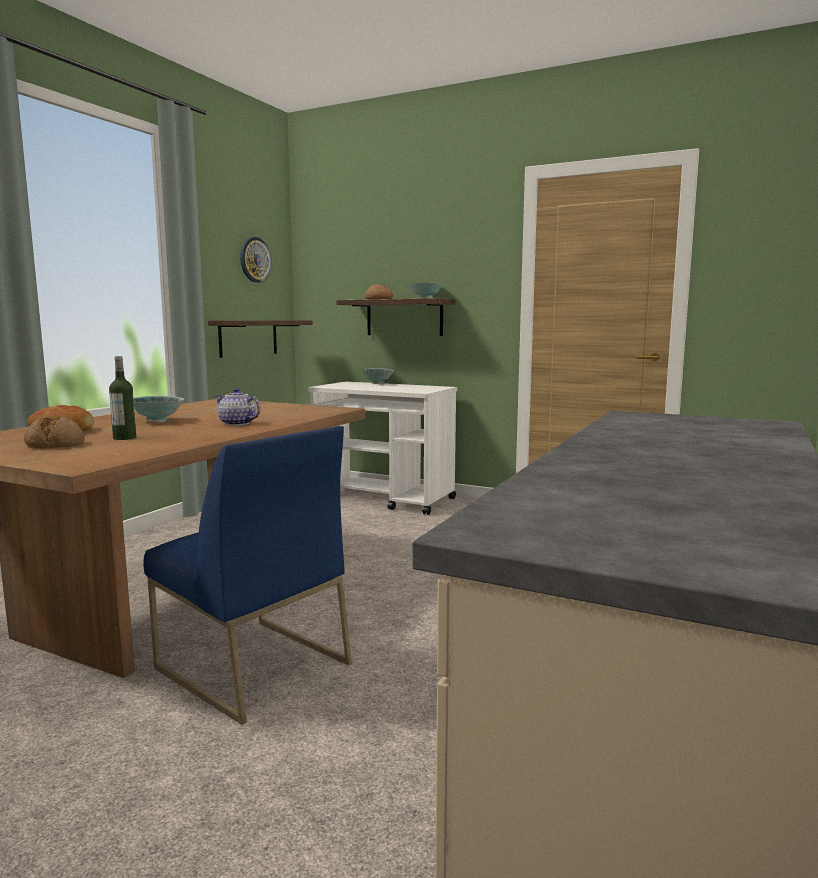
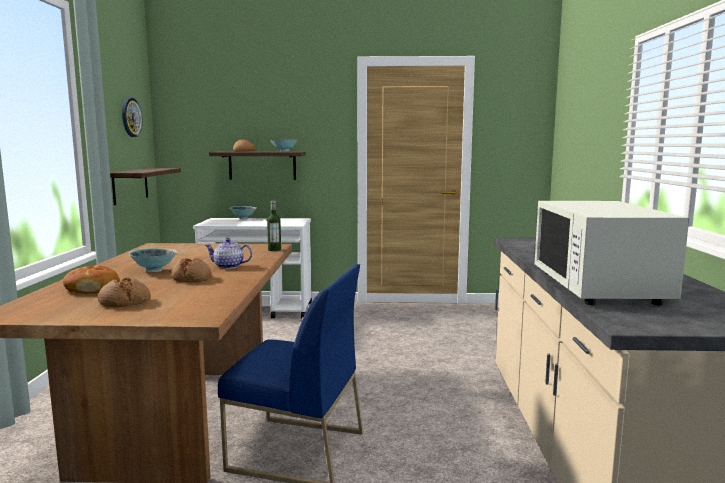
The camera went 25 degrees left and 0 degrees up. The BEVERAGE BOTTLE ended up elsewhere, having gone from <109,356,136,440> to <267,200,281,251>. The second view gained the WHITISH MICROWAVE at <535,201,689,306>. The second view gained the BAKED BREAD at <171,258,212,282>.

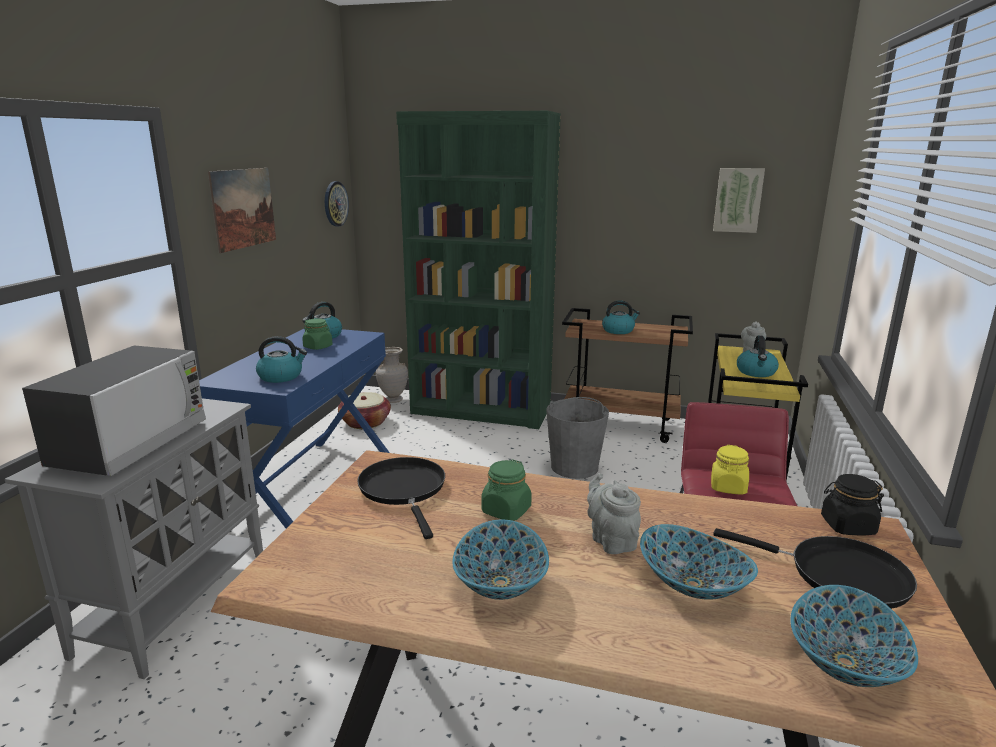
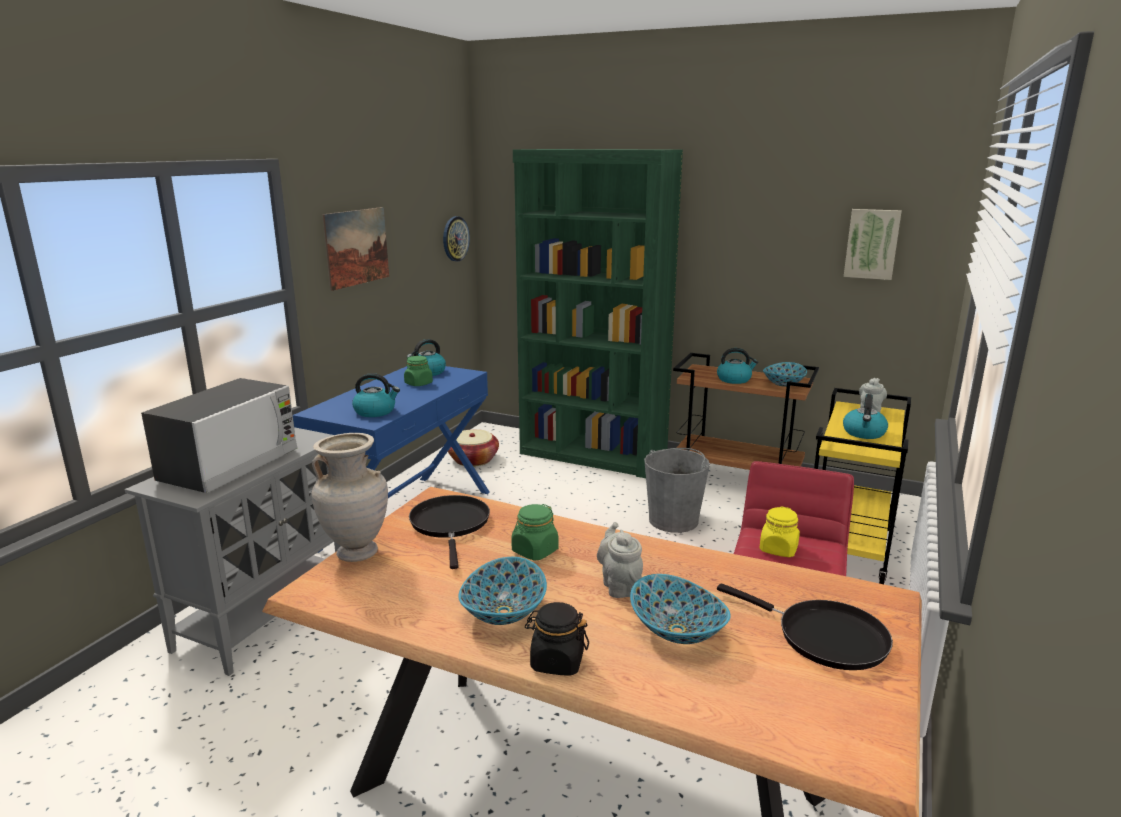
The camera went 10 degrees right and 0 degrees up. The BEIGE DECORATIVE VASE ended up elsewhere, having gone from <376,347,408,403> to <312,433,388,562>. The BLACK-COLOURED JAR ended up elsewhere, having gone from <821,474,884,535> to <525,602,589,676>. The DEEP DISH ended up elsewhere, having gone from <790,585,918,687> to <763,362,807,386>.

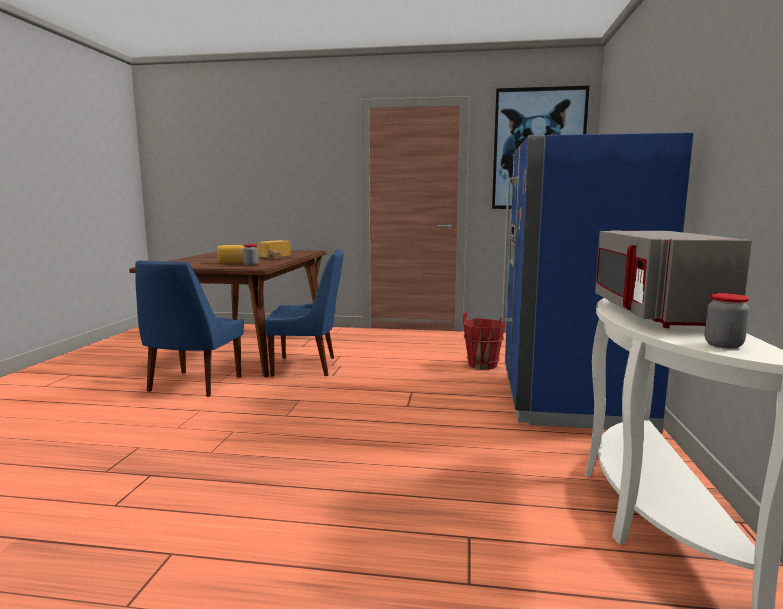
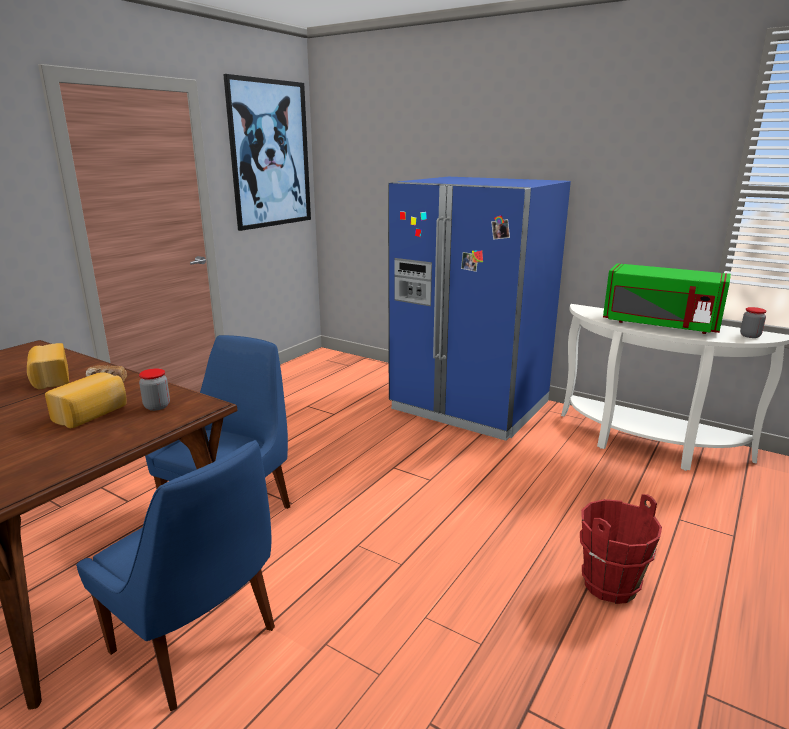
The camera went 65 degrees left and 10 degrees up. What was the GREY MICROWAVE at <595,231,752,328> turned into the GREENISH MICROWAVE at <603,263,731,334>. The RED-COLOURED WATER BUCKET ended up elsewhere, having gone from <463,311,505,370> to <580,494,662,604>.

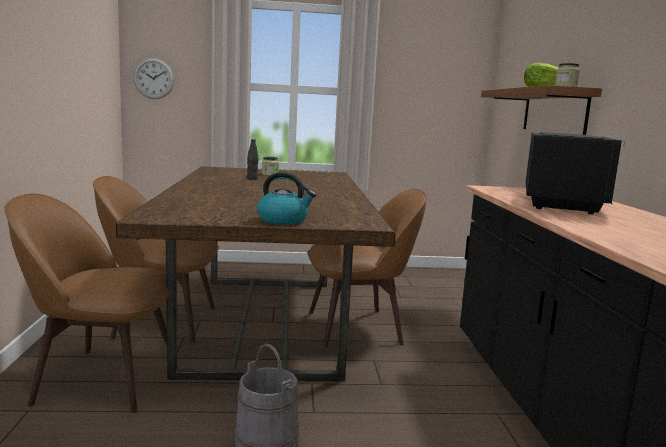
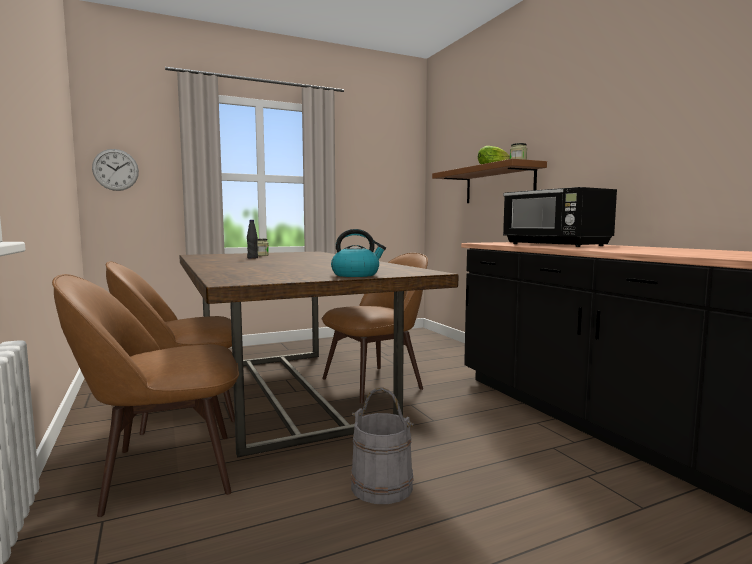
The camera went 20 degrees left and 5 degrees down. The BLACK-COLOURED MICROWAVE at <525,132,625,214> ended up facing another way, 150 degrees clockwise from before.

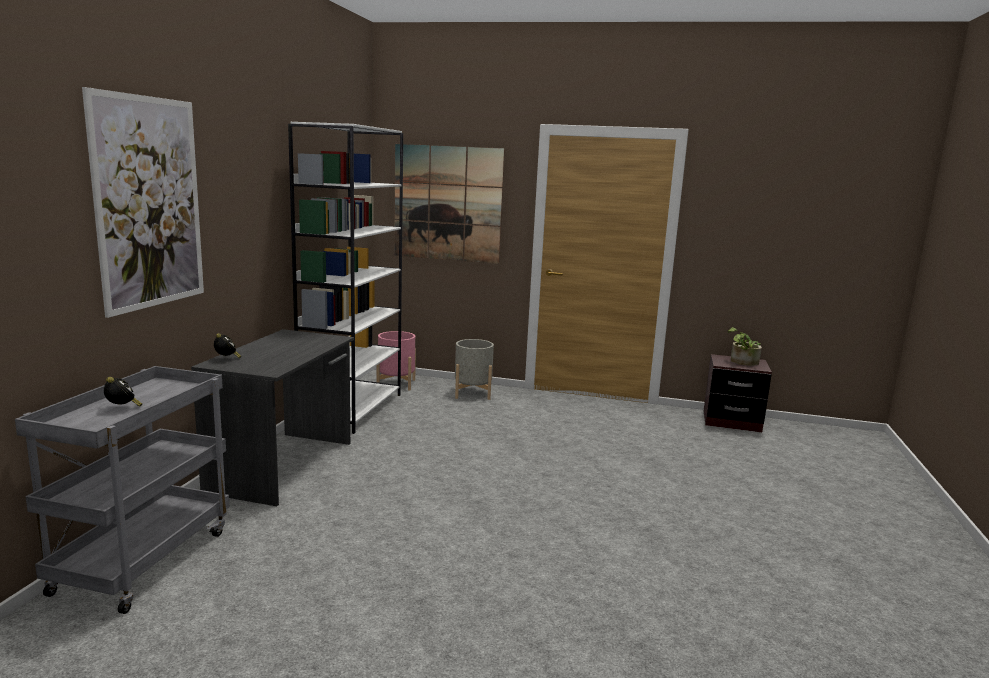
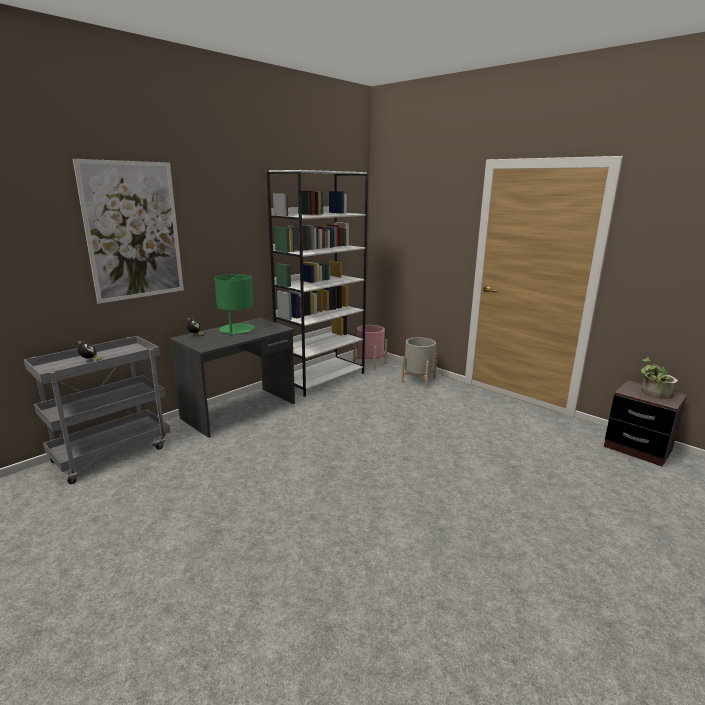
The camera went 30 degrees right and 5 degrees up. The second view lost the WALL ART at <394,144,505,264>. The second view gained the GREENISH LAMP FOR A TABLE at <214,274,255,335>.

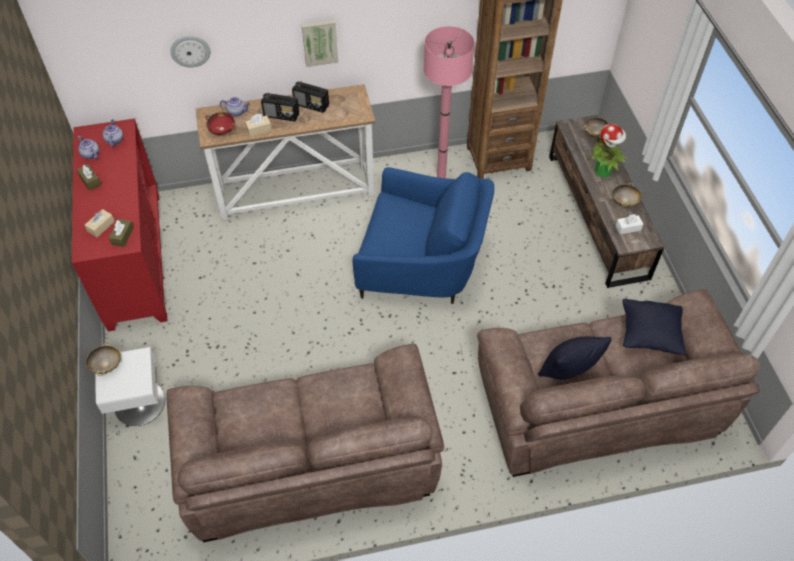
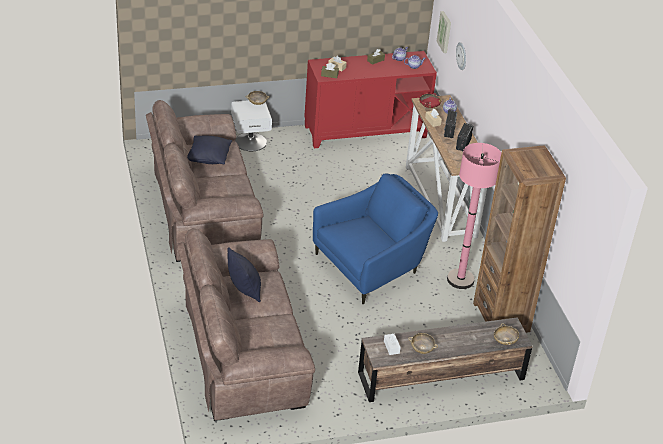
The camera went 85 degrees right and 15 degrees down. The WALL ART ended up elsewhere, having gone from <302,20,338,67> to <437,11,451,53>. The second view lost the PLANT IN A POT at <590,124,627,177>. The BLUISH LOUNGE CHAIR at <352,167,494,304> ended up facing another way, 135 degrees counterclockwise from before. The BLACK-COLOURED PILLOW ended up elsewhere, having gone from <622,299,686,355> to <187,136,232,164>.

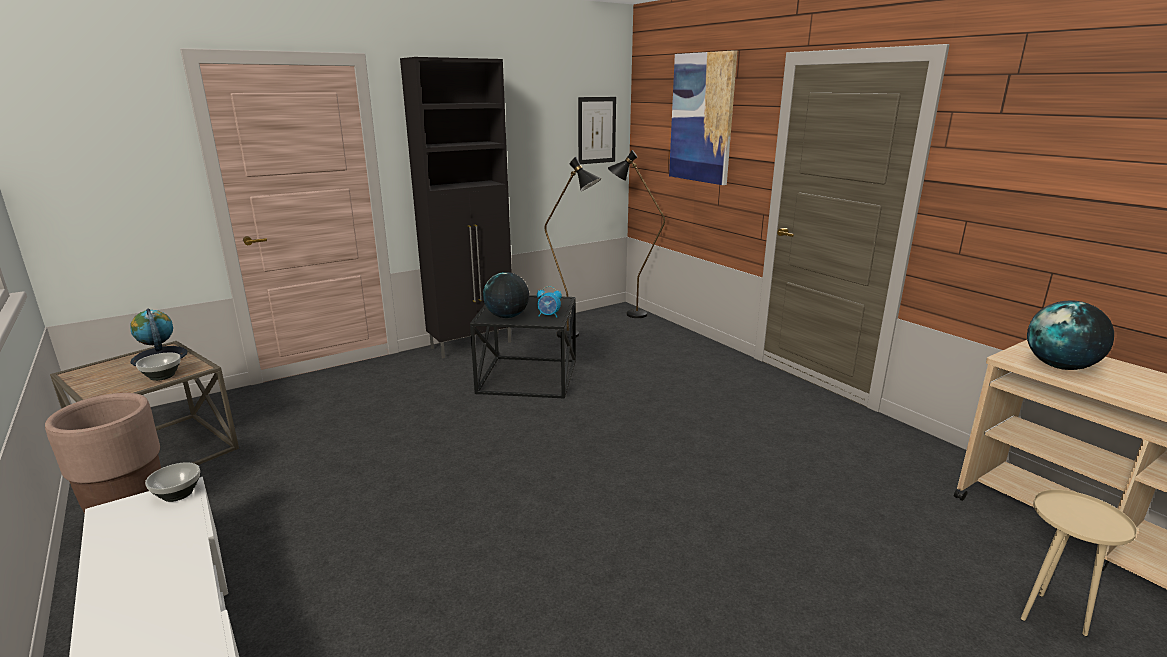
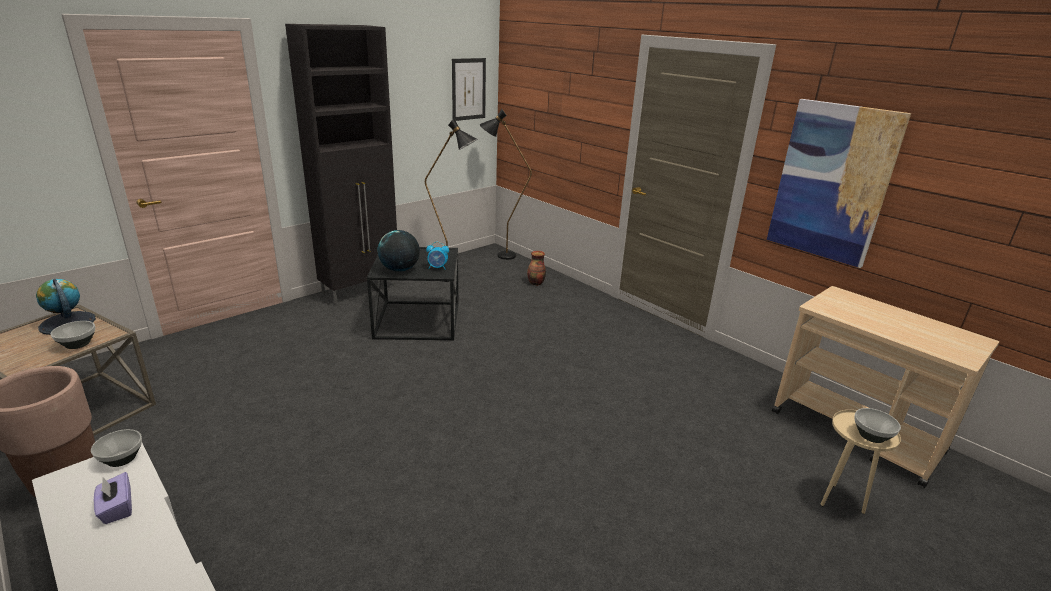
The camera went 10 degrees left and 5 degrees up. The WALL ART ended up elsewhere, having gone from <669,50,737,185> to <767,99,911,268>. The second view lost the GLOBE at <1027,300,1114,370>. The second view gained the DECORATIVE VASE at <527,251,546,286>. The second view gained the DEEP DISH at <854,408,901,443>. The second view gained the PURPLE-COLOURED TISSUE HOLDER at <94,472,132,524>.

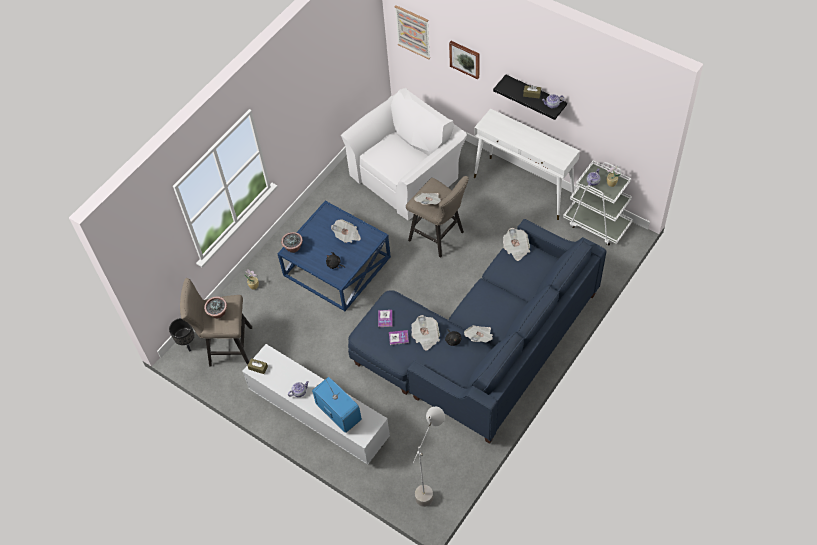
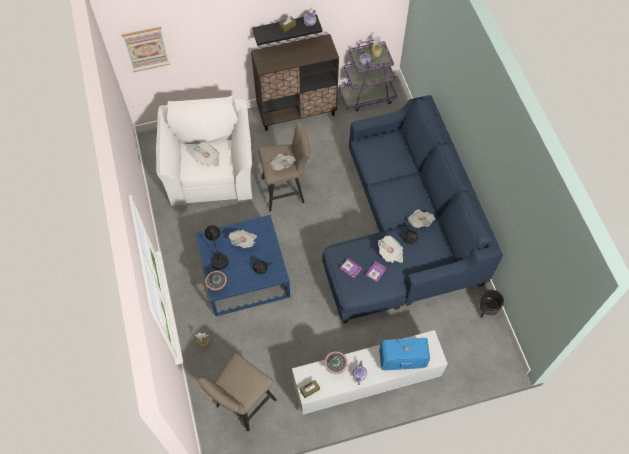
The camera went 55 degrees left and 5 degrees up. The second view lost the WALL ART at <449,41,480,79>. Where the WHITISH NARROW TABLE stood at <474,108,580,220>, the BROWN-COLOURED CABINET came to stand at <251,34,339,131>. What was the WHITISH CART at <563,161,633,245> turned into the PURPLE-COLOURED CART at <339,40,397,111>. The DAILY PAPER ended up elsewhere, having gone from <503,228,530,261> to <194,142,220,167>. The PLANT IN A POT ended up elsewhere, having gone from <204,297,227,318> to <324,351,348,374>. The BLACK-COLOURED FLOWER POT ended up elsewhere, having gone from <169,318,194,352> to <479,290,504,318>. The second view lost the GREY STANDING LAMP at <413,407,445,507>. The second view gained the BLACK-COLOURED LAMP FOR A TABLE at <205,225,229,270>.

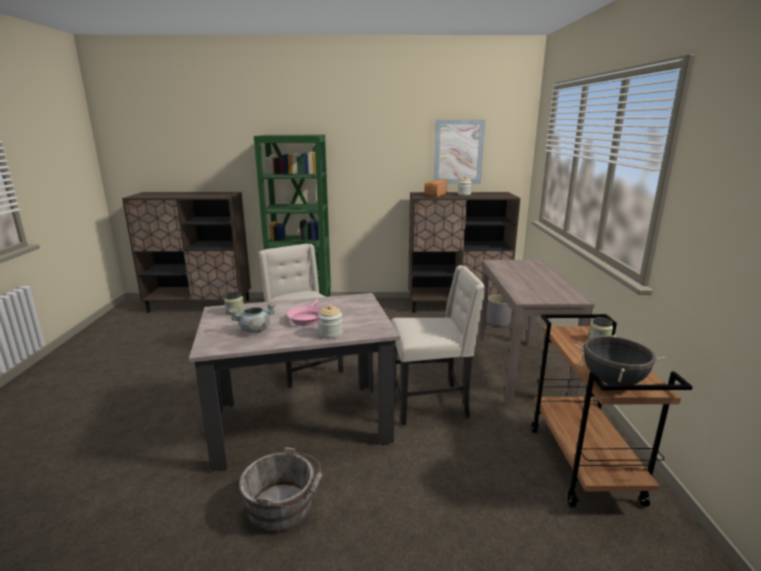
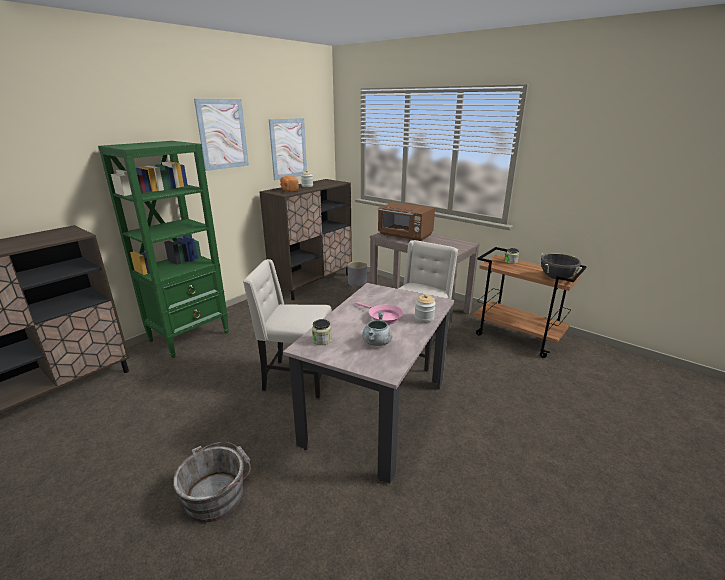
The camera went 50 degrees left and 5 degrees up. The GREY WATER BUCKET ended up elsewhere, having gone from <239,447,322,534> to <173,442,251,523>. The second view gained the WALL ART at <194,99,249,171>. The second view gained the BROWN-COLOURED MICROWAVE at <378,202,435,241>.

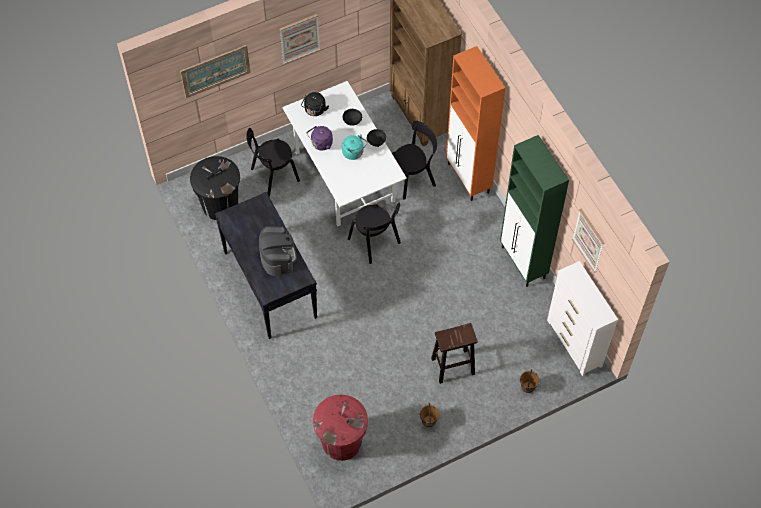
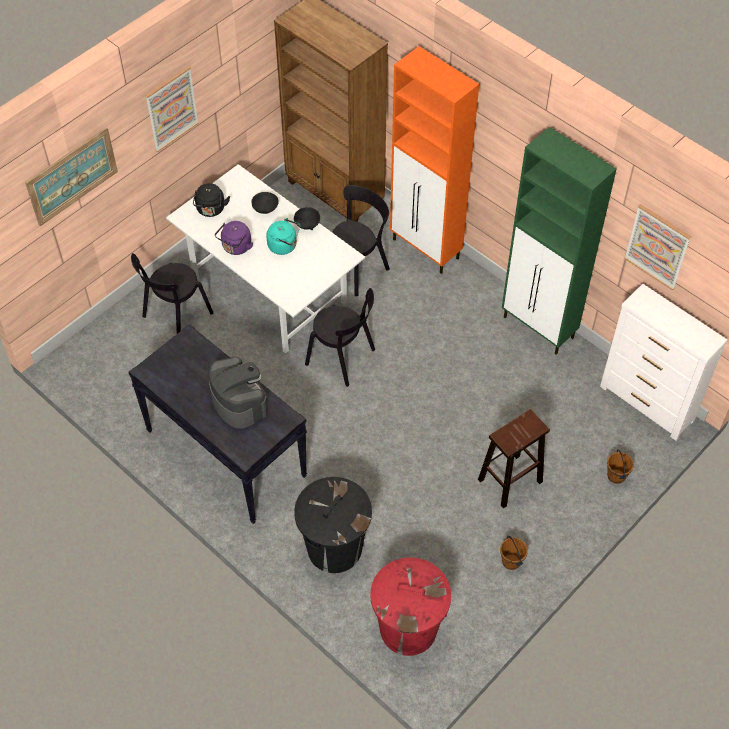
The camera went 20 degrees left and 5 degrees down. The BLACK-COLOURED WASTE BIN ended up elsewhere, having gone from <190,156,240,220> to <294,477,372,573>.

